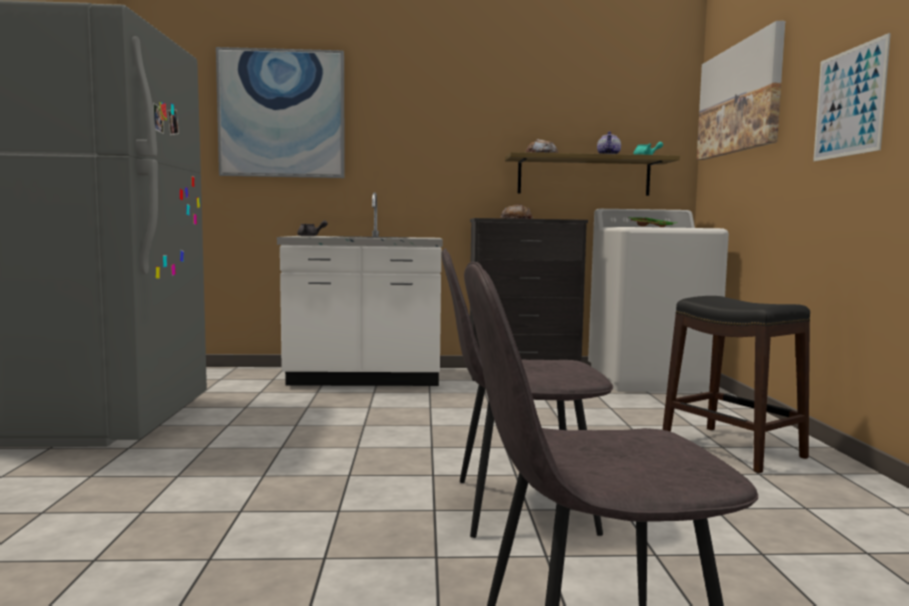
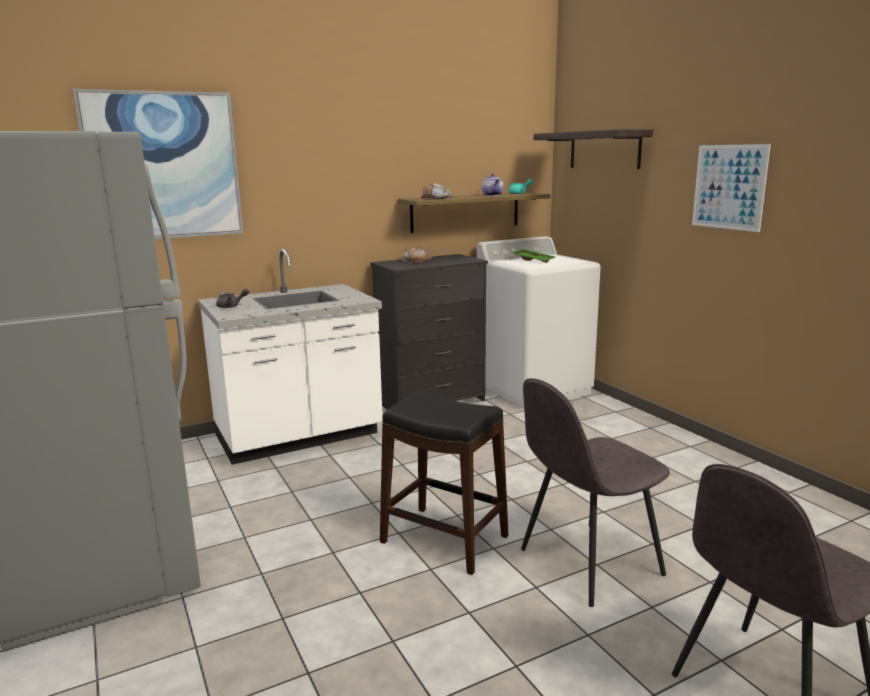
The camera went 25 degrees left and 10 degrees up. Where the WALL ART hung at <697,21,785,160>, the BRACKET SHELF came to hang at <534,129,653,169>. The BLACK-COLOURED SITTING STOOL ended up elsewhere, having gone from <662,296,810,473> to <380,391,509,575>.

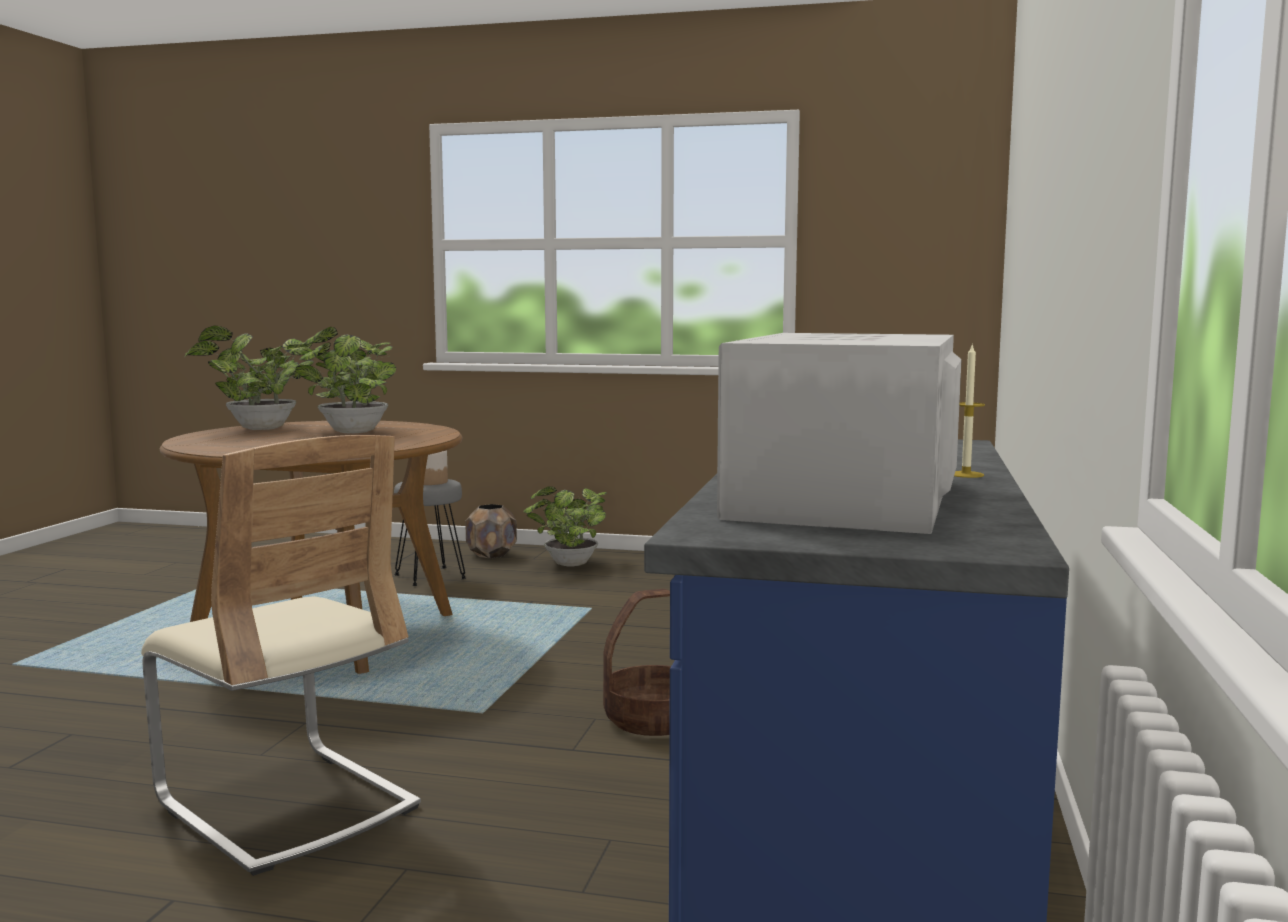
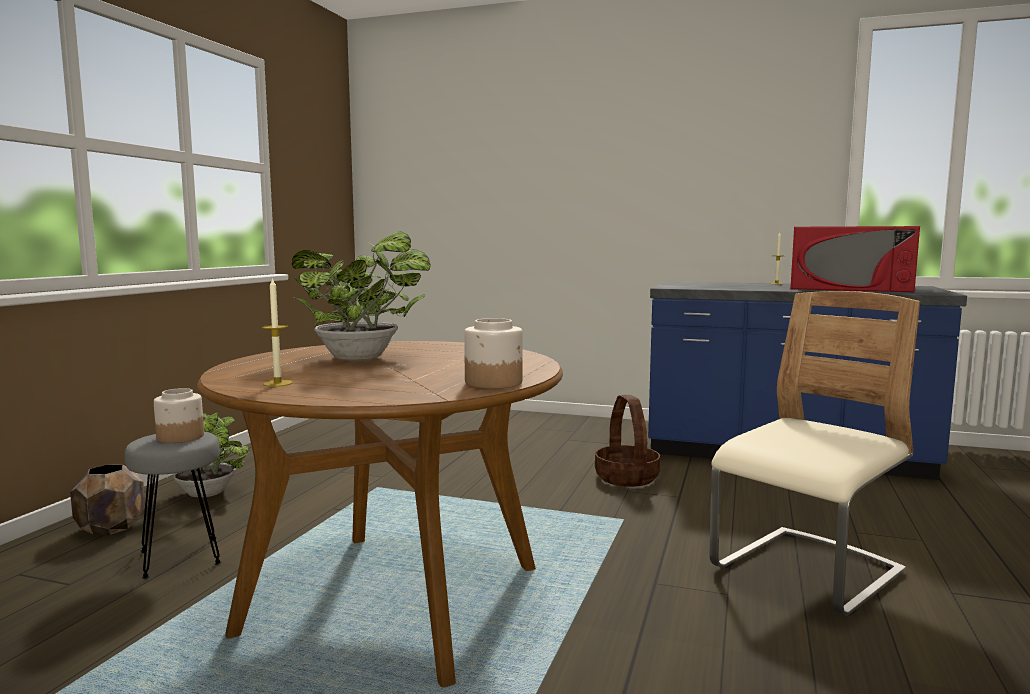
The camera went 85 degrees left and 0 degrees up. Where the PLANT IN A POT stood at <185,325,314,430>, the WAX LIGHT came to stand at <262,277,293,387>. What was the WHITISH MICROWAVE at <717,333,961,534> turned into the RED-COLOURED MICROWAVE at <790,226,920,292>. The second view gained the JAR at <464,318,523,389>.

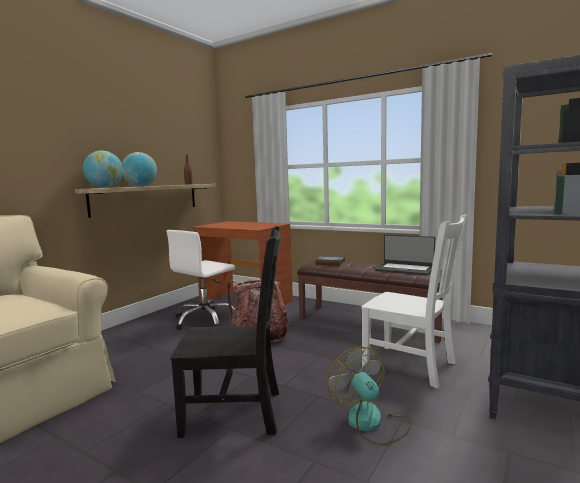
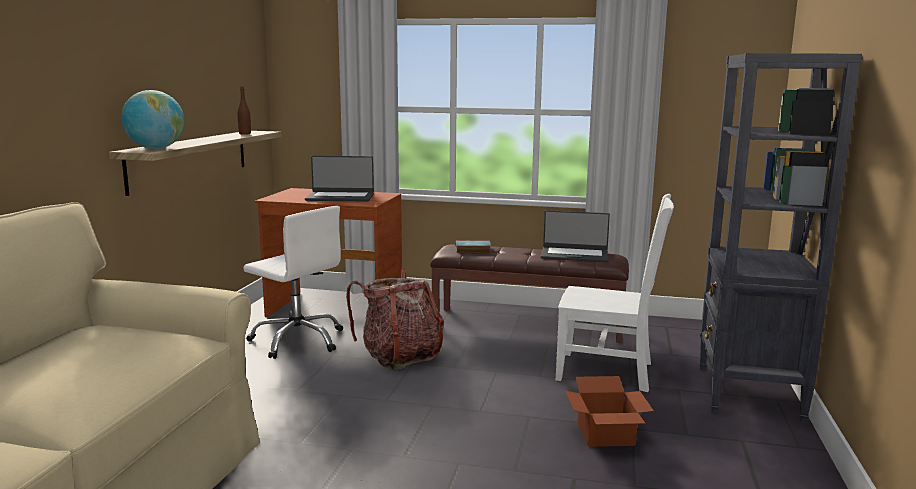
The camera went 20 degrees left and 5 degrees up. The second view lost the GLOBE at <122,152,157,186>. The second view lost the BLACK-COLOURED UPRIGHT CHAIR at <170,226,281,438>. The WHITISH DESK CHAIR at <166,230,235,330> ended up facing another way, 75 degrees counterclockwise from before. Where the ELECTRIC FAN stood at <327,347,411,446>, the PACKING BOX came to stand at <565,376,654,447>. The second view gained the NOTEBOOK COMPUTER at <305,156,374,202>.

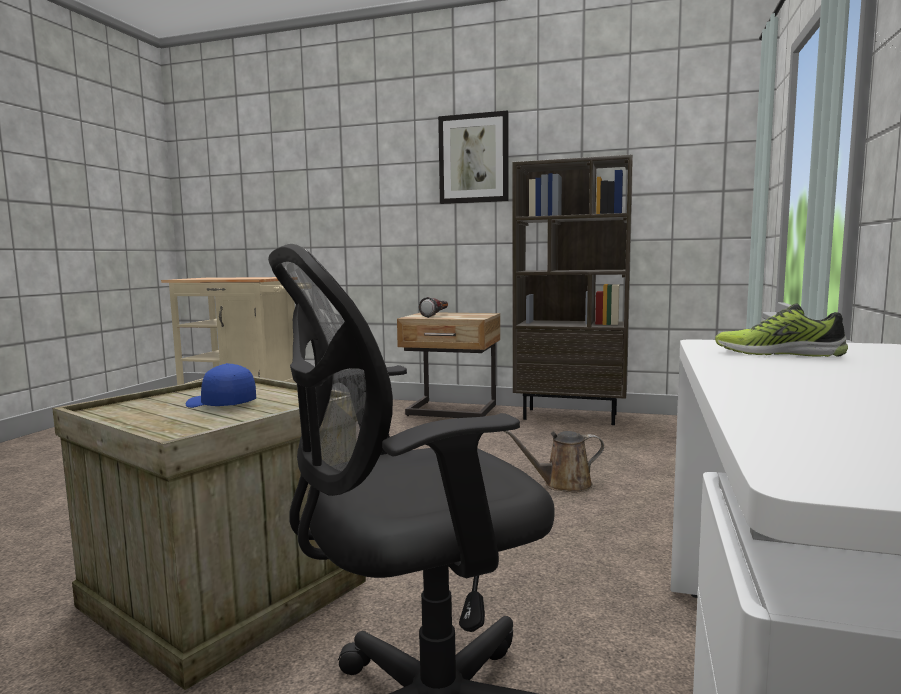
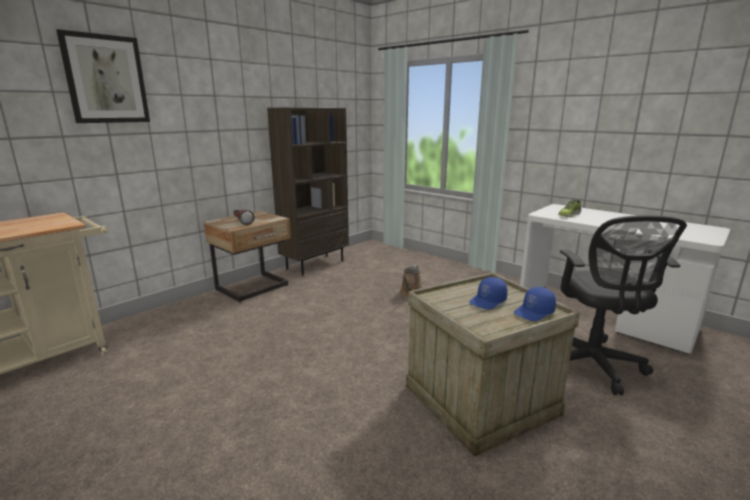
The camera went 65 degrees left and 10 degrees up. The WALL ART ended up elsewhere, having gone from <438,111,509,204> to <56,29,150,123>. The second view gained the BLUISH PEAKED CAP at <514,287,556,321>.

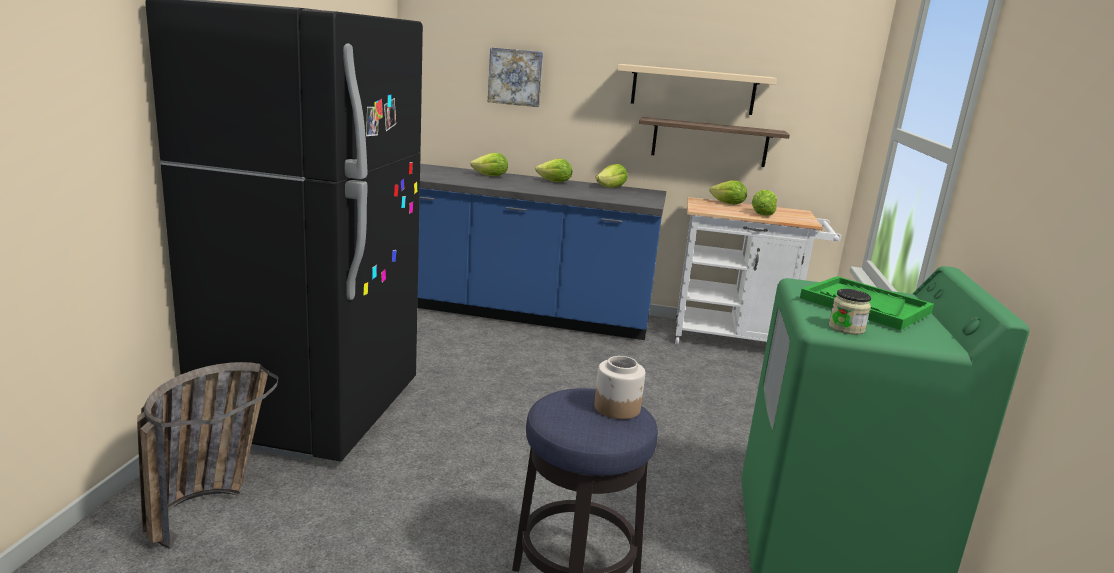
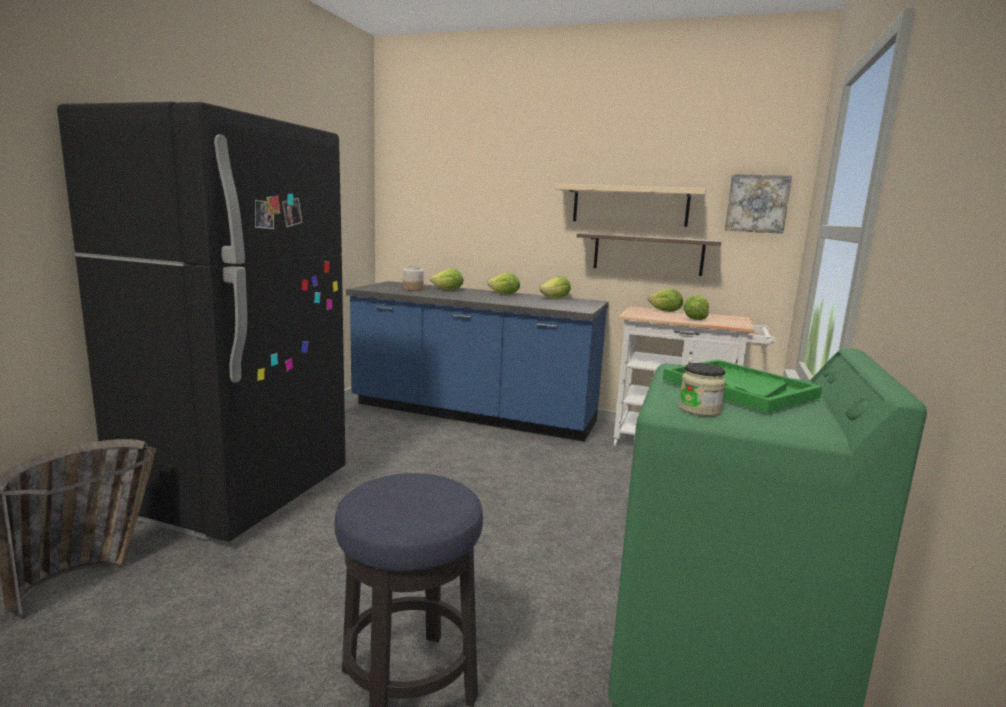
The camera went 10 degrees right and 5 degrees down. The WALL ART ended up elsewhere, having gone from <488,47,543,107> to <725,174,792,234>. The JAR ended up elsewhere, having gone from <594,356,645,419> to <403,266,424,291>.

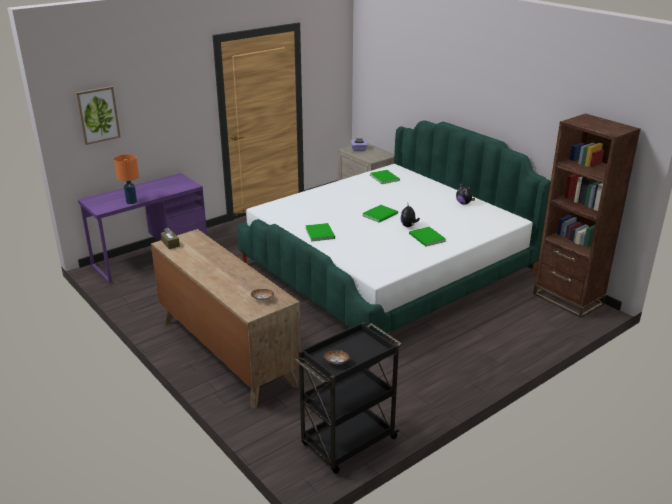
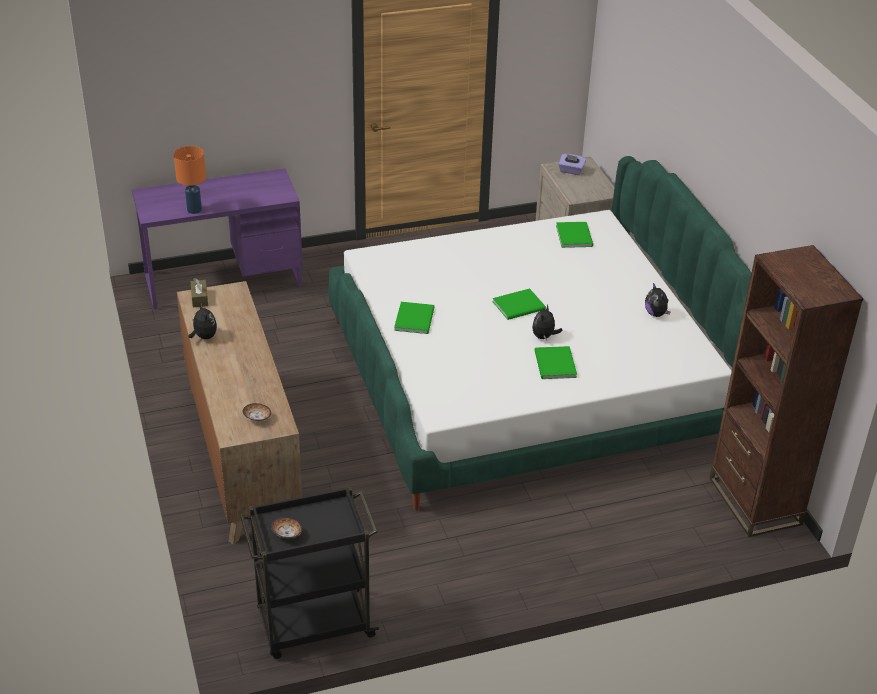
The camera went 20 degrees right and 10 degrees up. The second view lost the WALL ART at <76,86,120,145>. The second view gained the SOFT TOY at <189,304,217,339>.

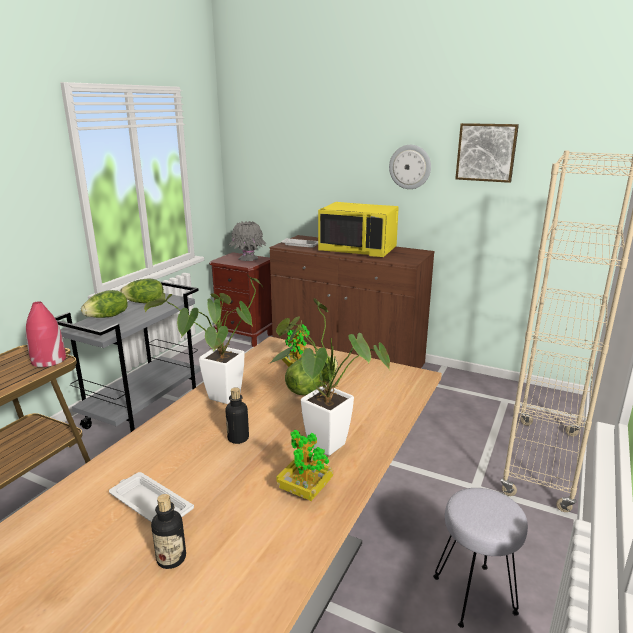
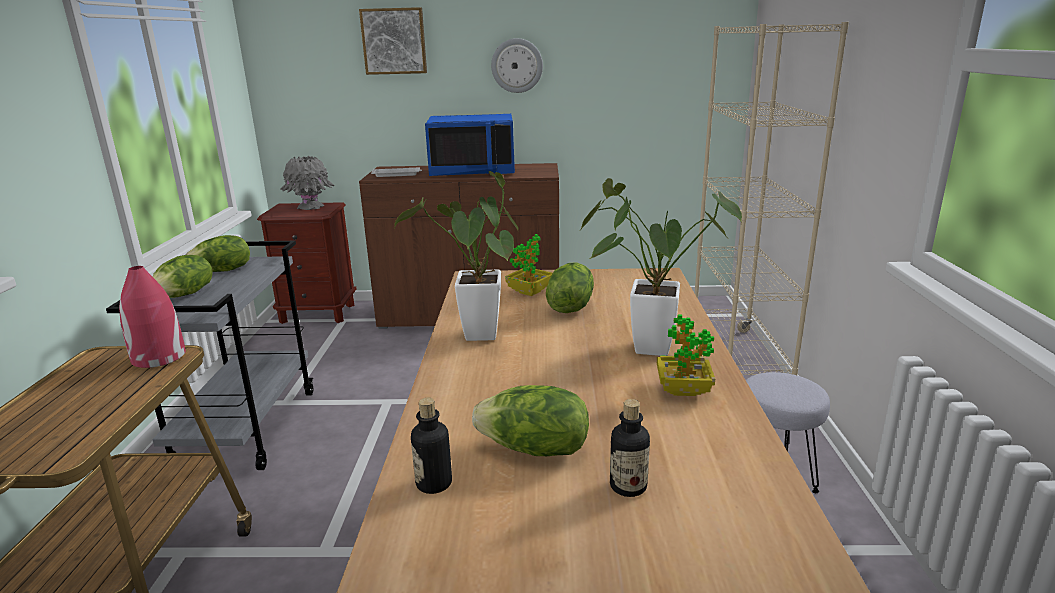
The camera went 25 degrees left and 0 degrees up. The WALL ART ended up elsewhere, having gone from <455,123,519,183> to <359,7,427,75>. What was the YELLOW MICROWAVE at <318,202,399,257> turned into the BLUISH MICROWAVE at <425,114,515,176>. The BEVERAGE BOTTLE ended up elsewhere, having gone from <225,387,249,444> to <411,398,452,494>. Where the WHITISH SERVING TRAY stood at <109,472,194,522>, the LETTUCE HEAD came to stand at <472,385,589,456>.

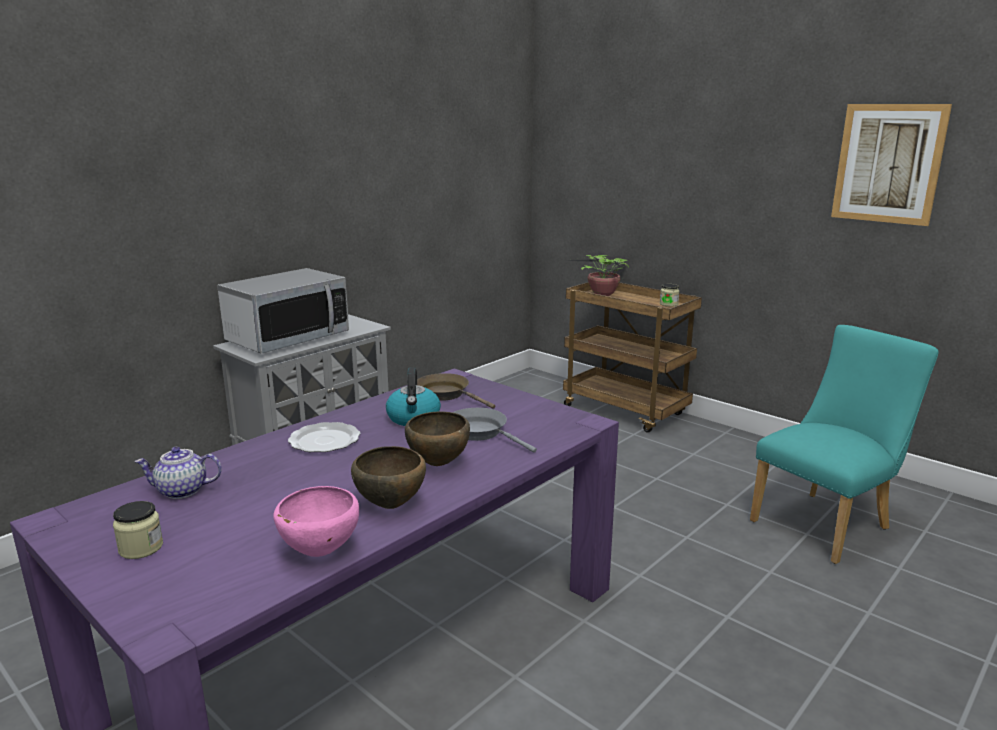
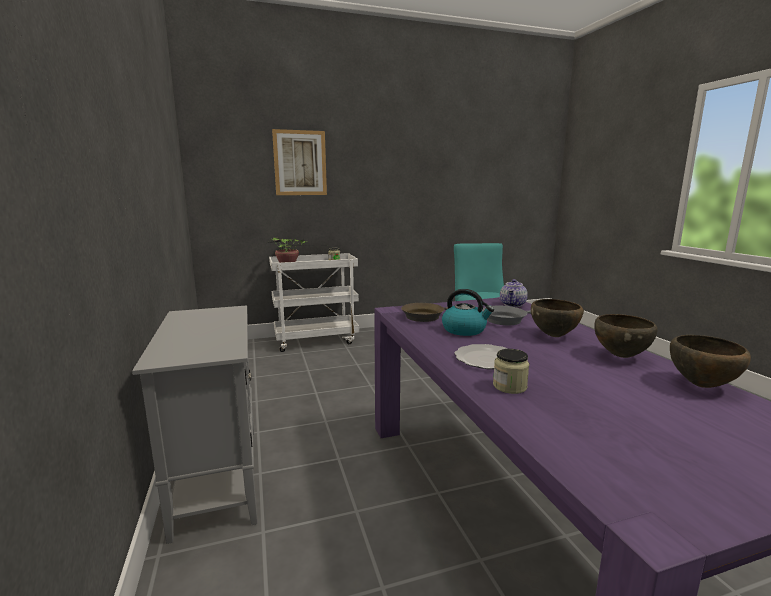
The camera went 60 degrees left and 5 degrees down. The WALL ART ended up elsewhere, having gone from <831,104,952,226> to <272,129,327,195>. The second view lost the MICROWAVE at <217,268,349,354>. What was the BROWN-COLOURED CART at <563,282,702,433> turned into the WHITISH CART at <269,253,359,352>. The TEA POT ended up elsewhere, having gone from <135,447,222,499> to <500,279,528,307>. What was the PINK DEEP DISH at <273,486,359,557> turned into the BROWN-COLOURED DEEP DISH at <670,335,751,388>. The JAR ended up elsewhere, having gone from <113,501,163,559> to <493,349,529,394>.

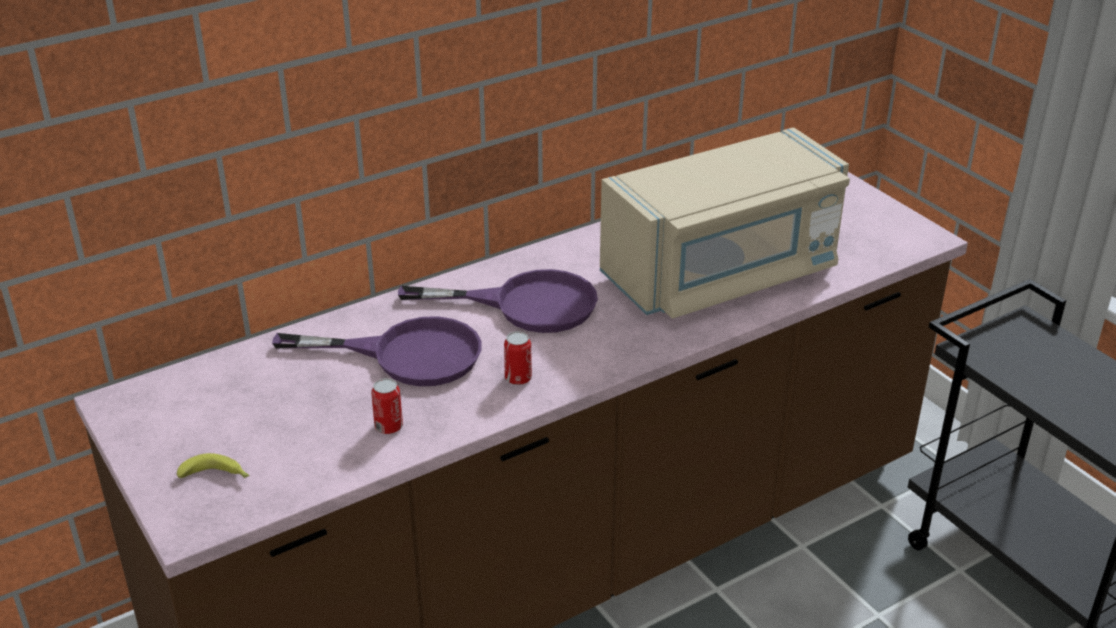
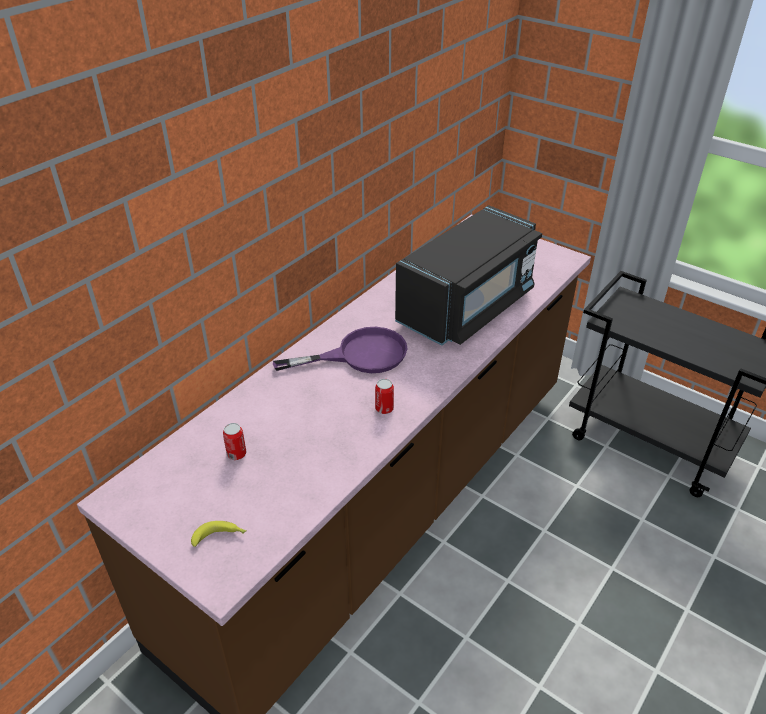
The camera went 20 degrees left and 5 degrees up. What was the BEIGE MICROWAVE at <600,127,850,319> turned into the BLACK-COLOURED MICROWAVE at <395,205,542,346>. The second view lost the PURPLE-COLOURED FRYING PAN at <272,316,481,386>. The SEALED CAN ended up elsewhere, having gone from <371,378,403,434> to <223,423,246,460>.

